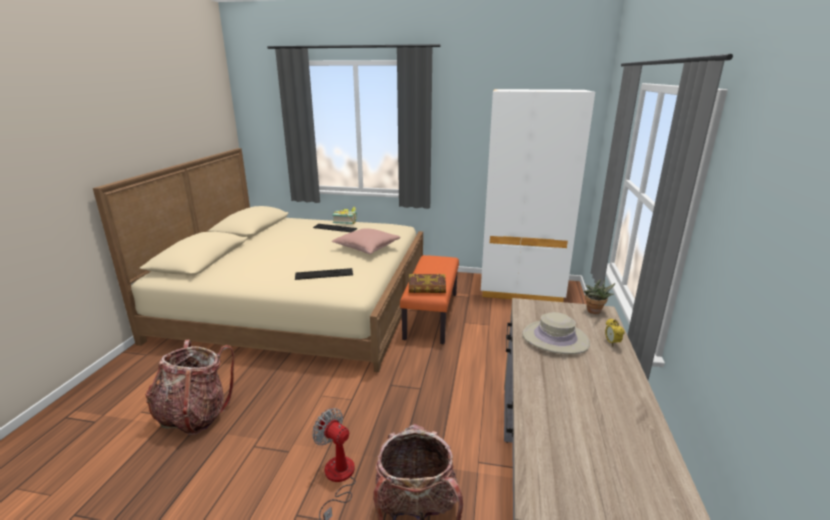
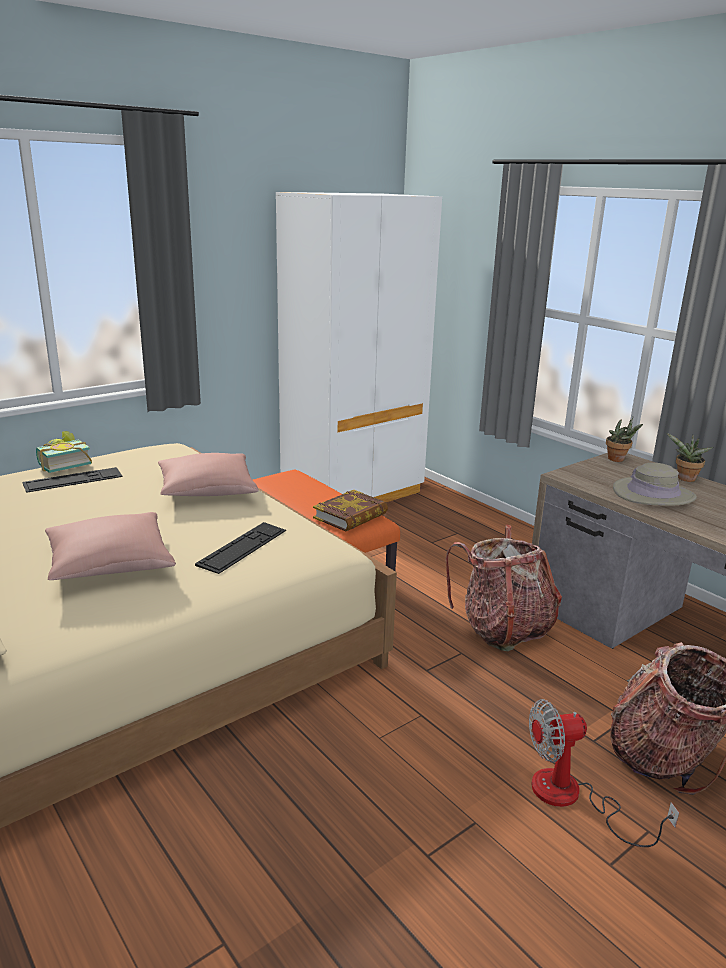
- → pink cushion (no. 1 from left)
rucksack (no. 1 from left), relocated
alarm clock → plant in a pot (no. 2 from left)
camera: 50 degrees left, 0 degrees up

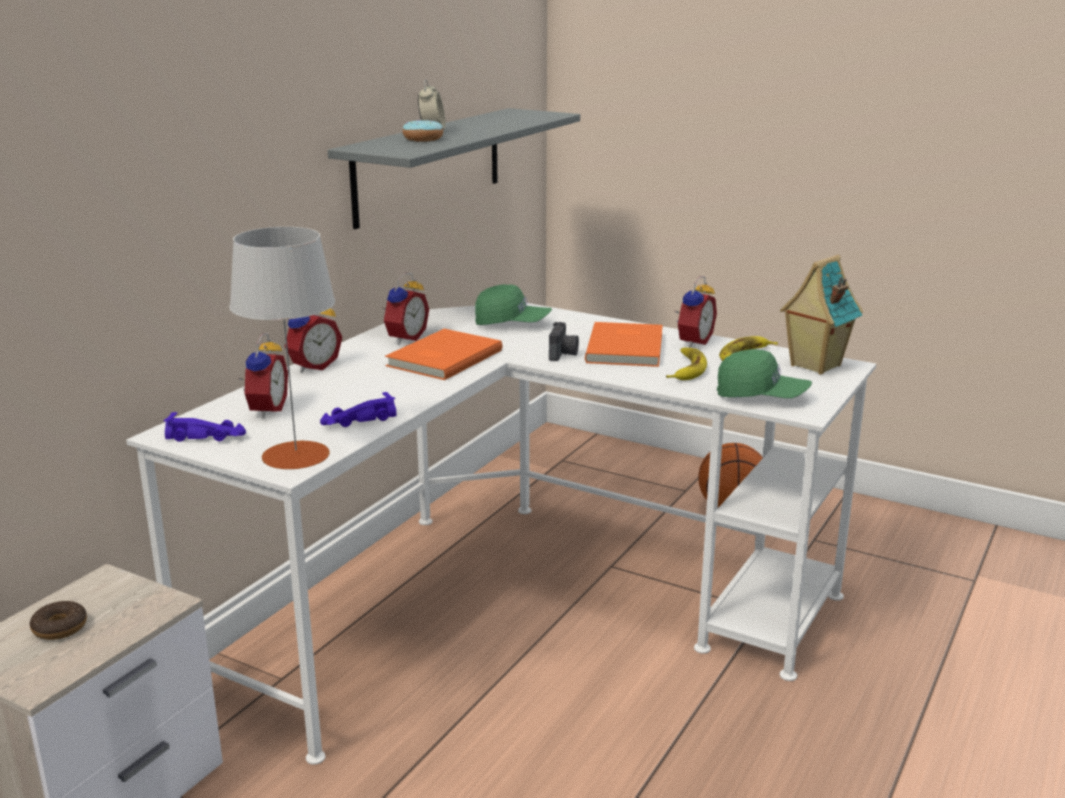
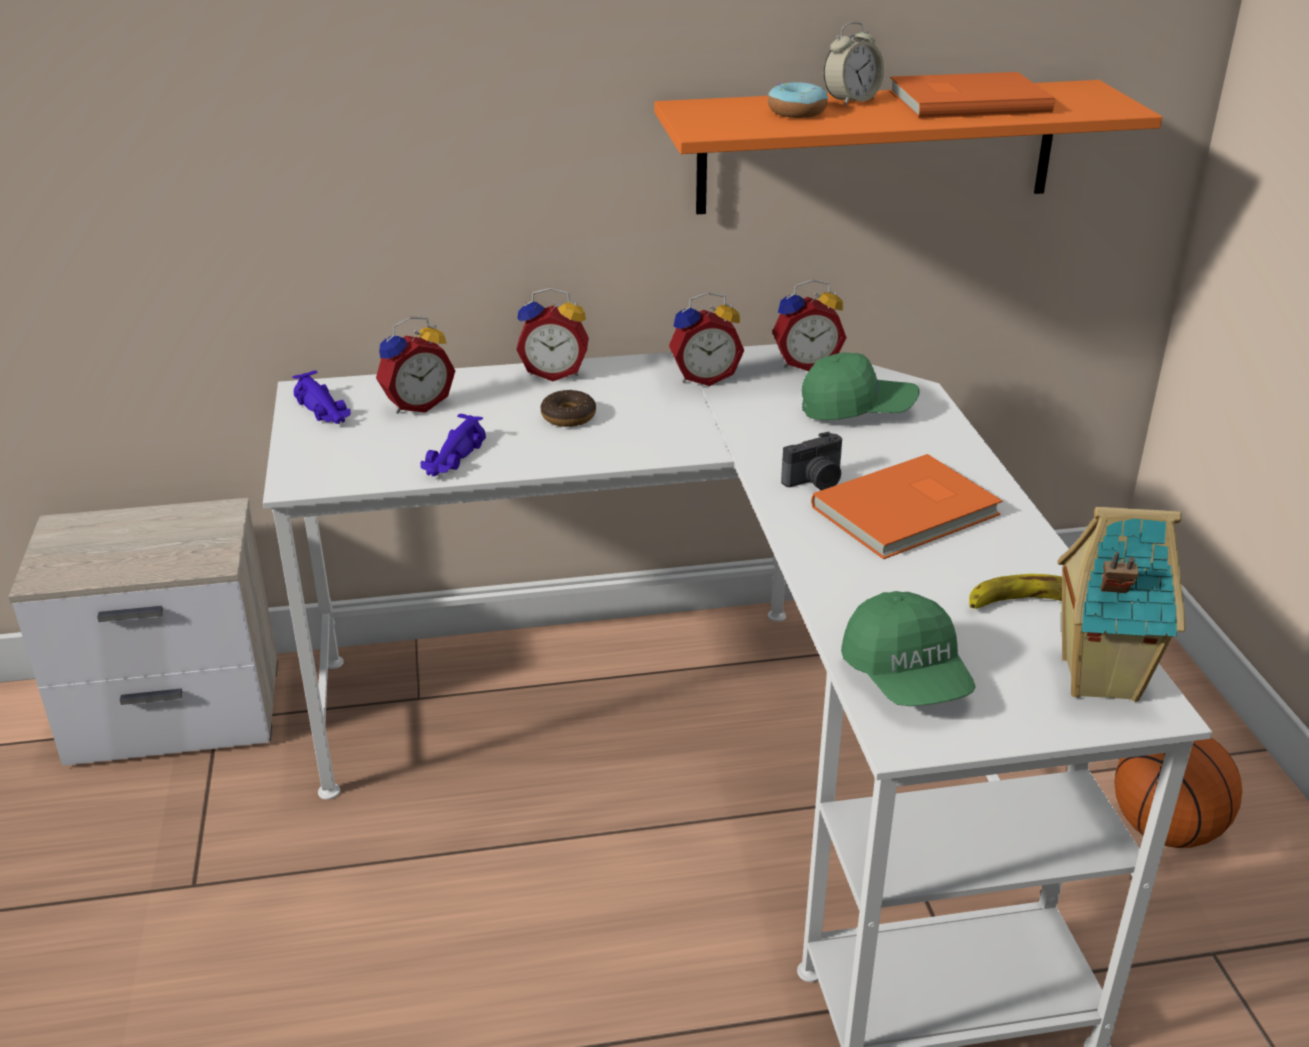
greyish lamp for a table → -
banana fruit (no. 1 from left) → -
donut (no. 1 from left), relocated
orange-coloured volume (no. 1 from left in the first image) → orange-coloured volume (no. 2 from left), relocated
alarm clock (no. 5 from left in the first image) → alarm clock (no. 4 from left), relocated
greyish shelf → orange-coloured shelf
purple model car (no. 2 from left), 90 degrees counterclockwise
green-coloured baseball cap (no. 1 from left), 60 degrees counterclockwise
camera: 50 degrees right, 10 degrees up

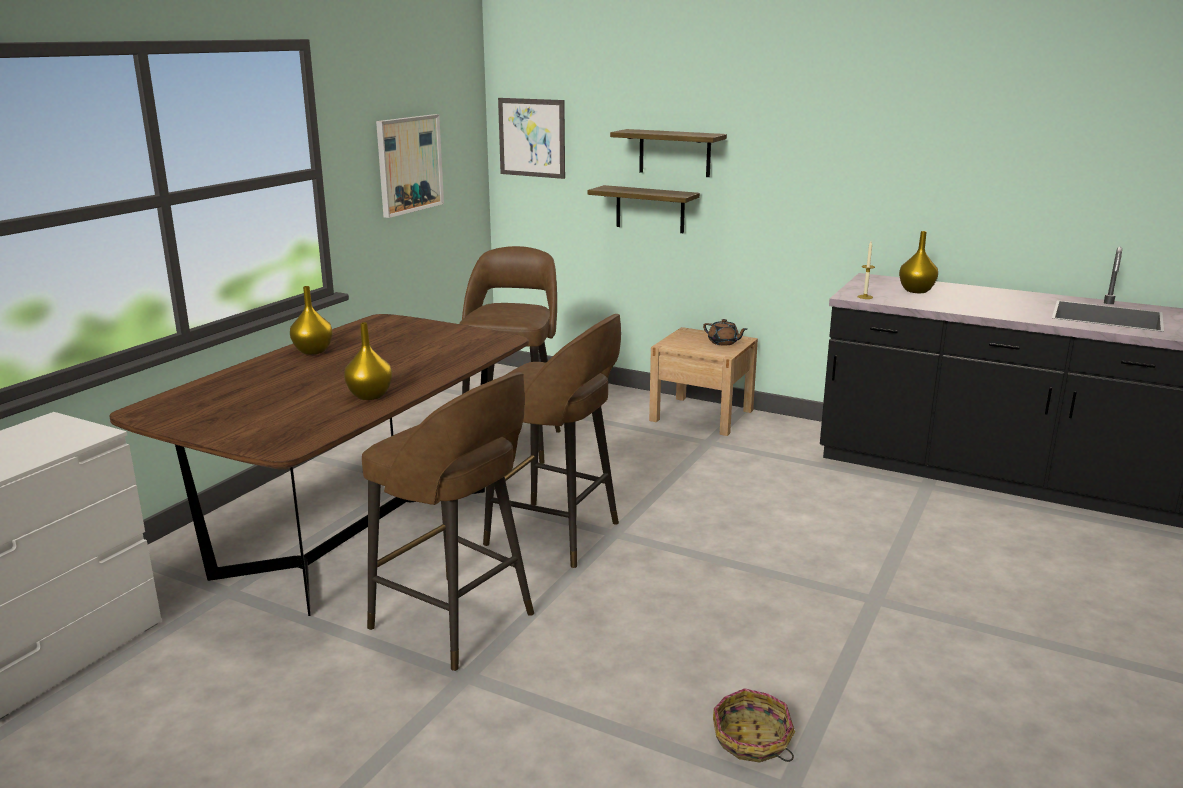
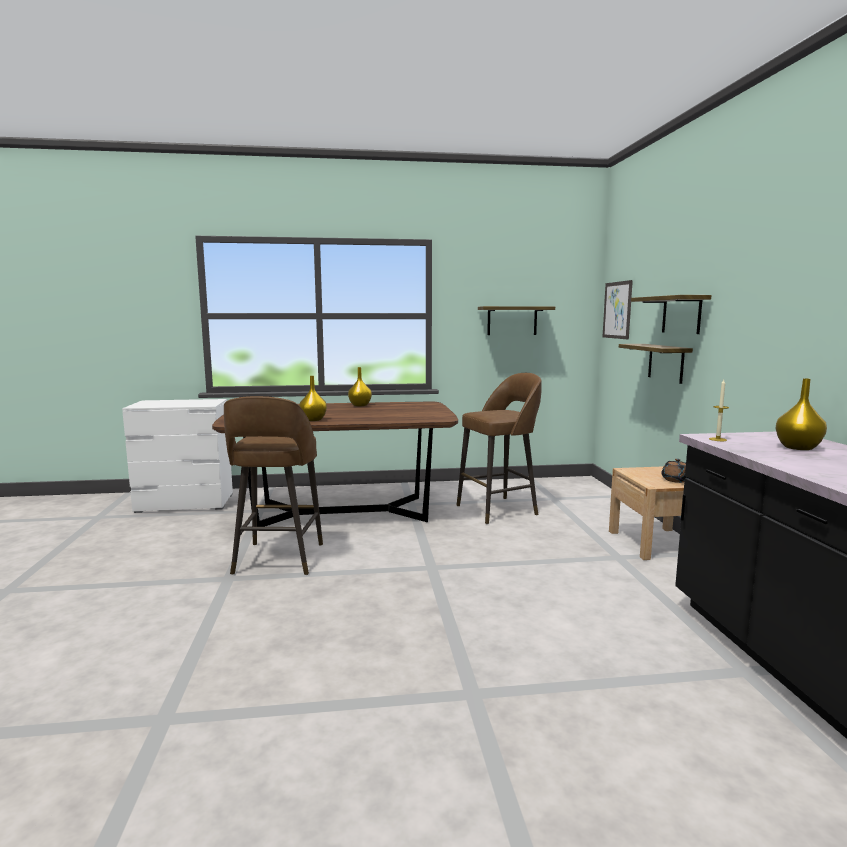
brown stool (no. 3 from left) → -
basket → -
wall picture (no. 1 from left) → shelf (no. 1 from left)
camera: 55 degrees right, 10 degrees down

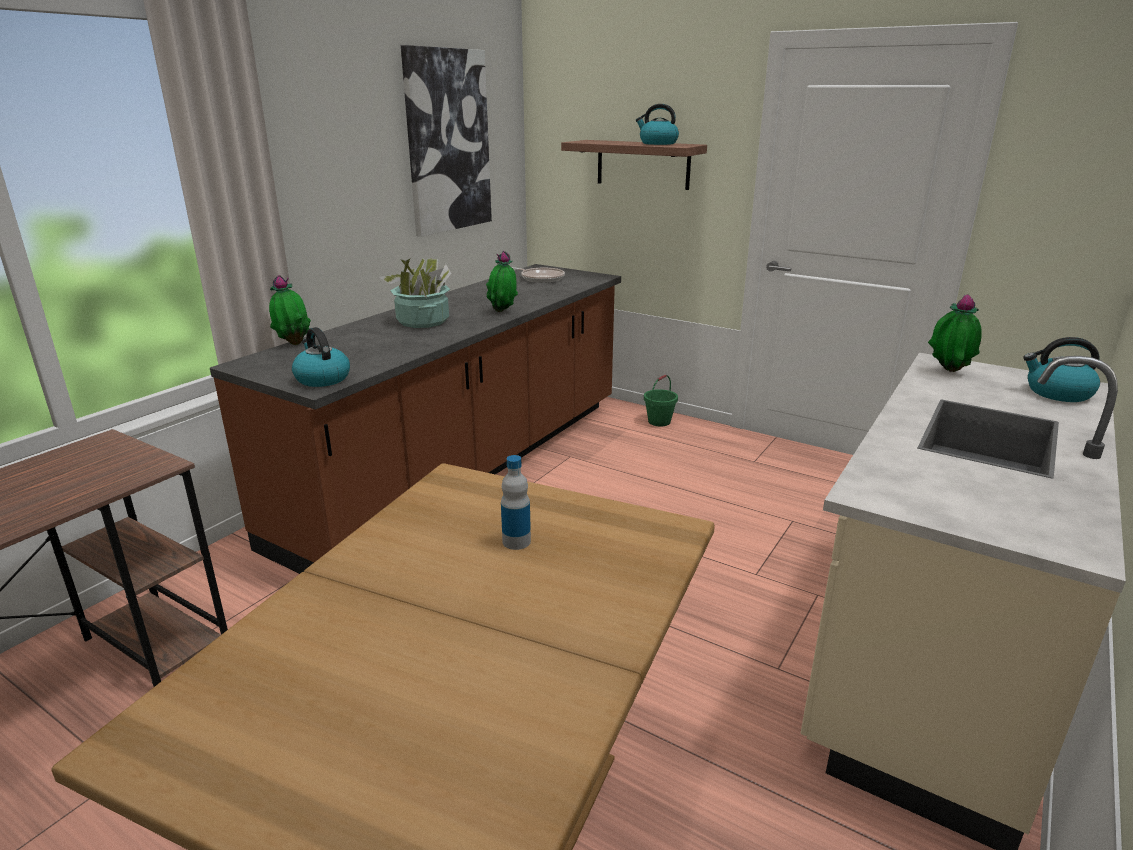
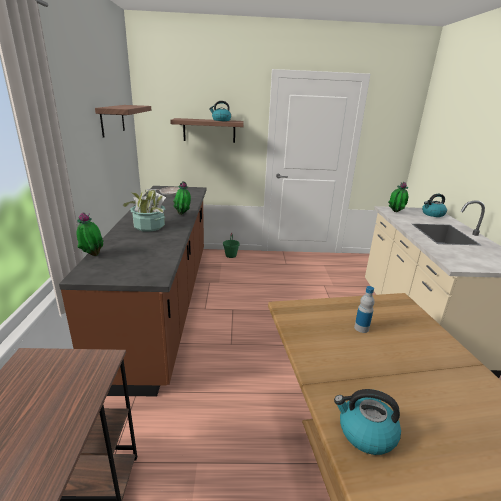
tea kettle (no. 1 from left in the first image) → tea kettle (no. 2 from left), relocated
wall picture → shelf (no. 1 from left)
camera: 35 degrees left, 0 degrees up

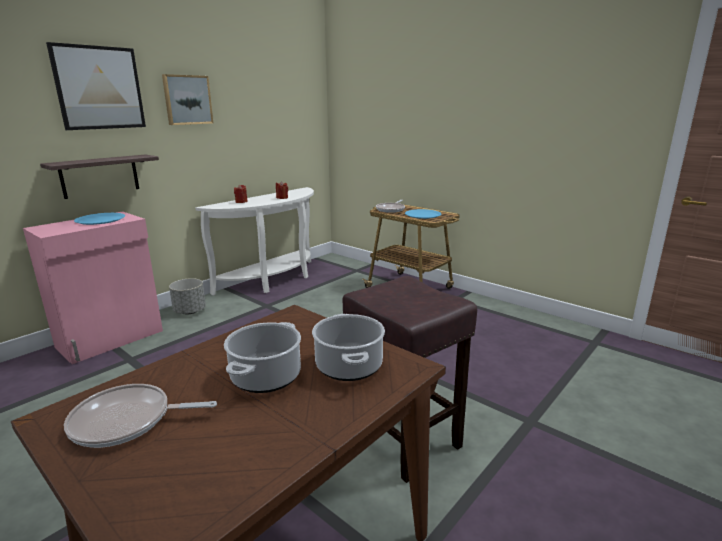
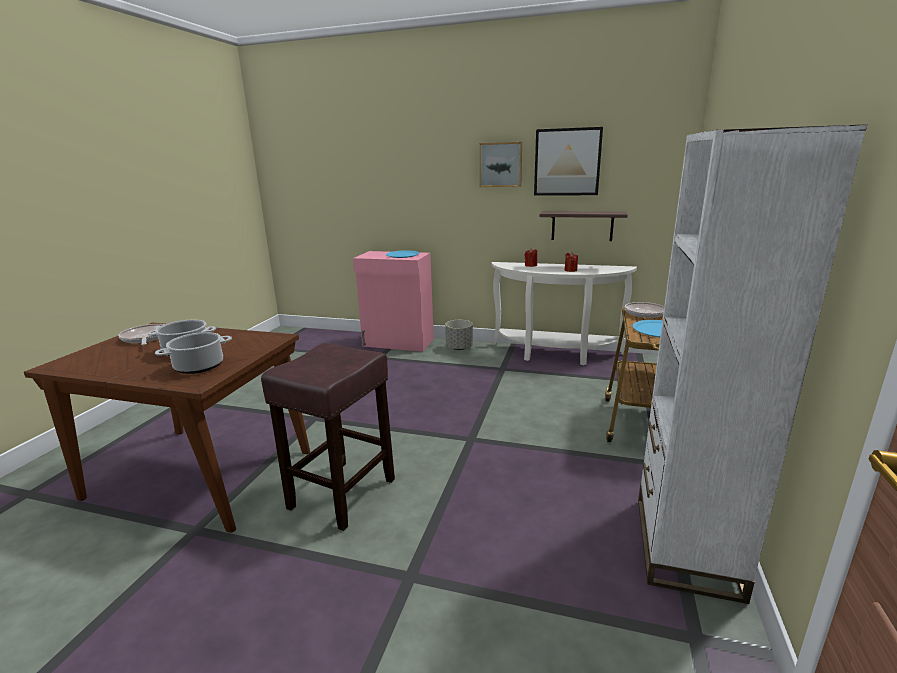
- → white-coloured shelving unit
shelf, relocated
wall picture (no. 1 from left in the first image) → wall picture (no. 2 from left), relocated
camera: 65 degrees right, 0 degrees up

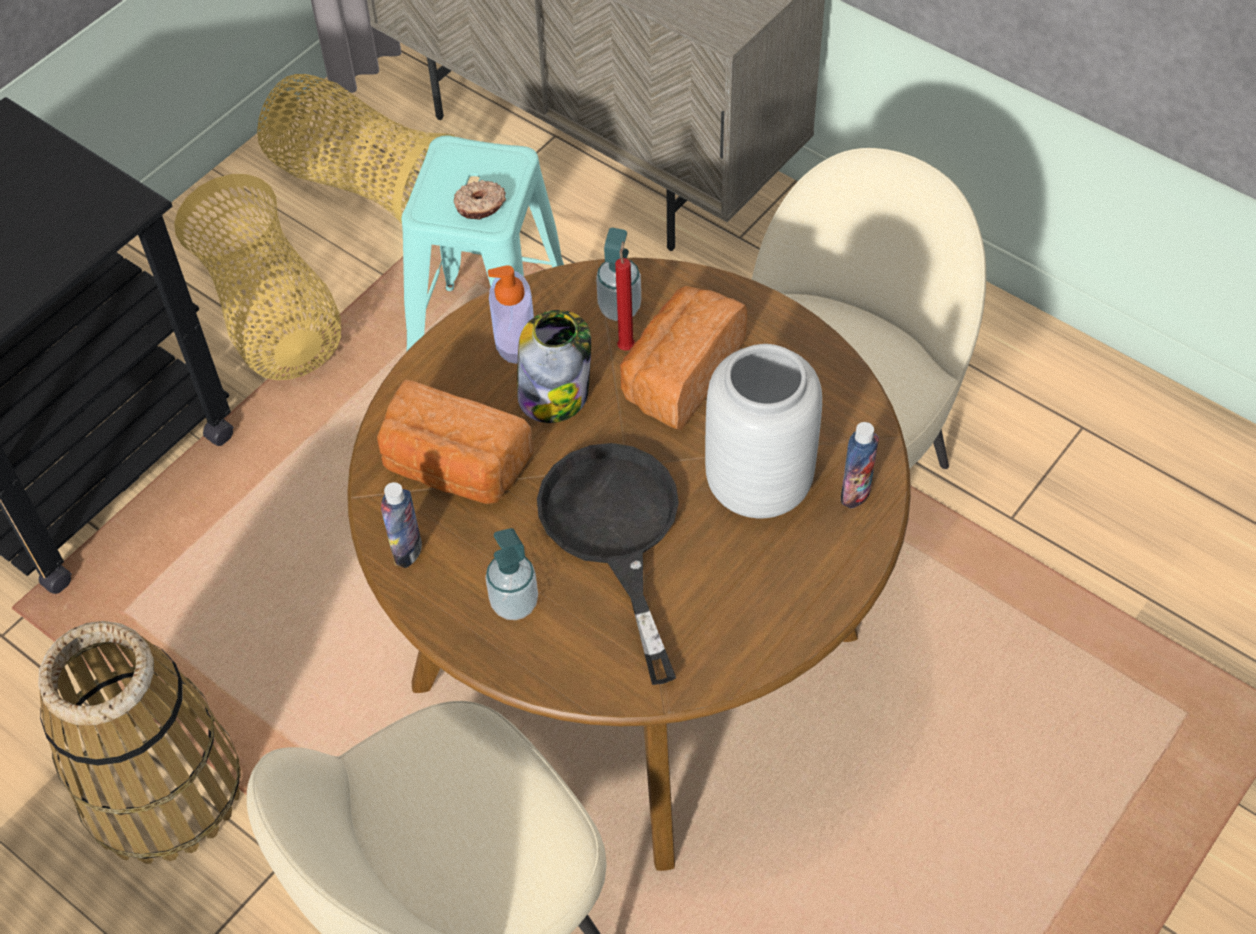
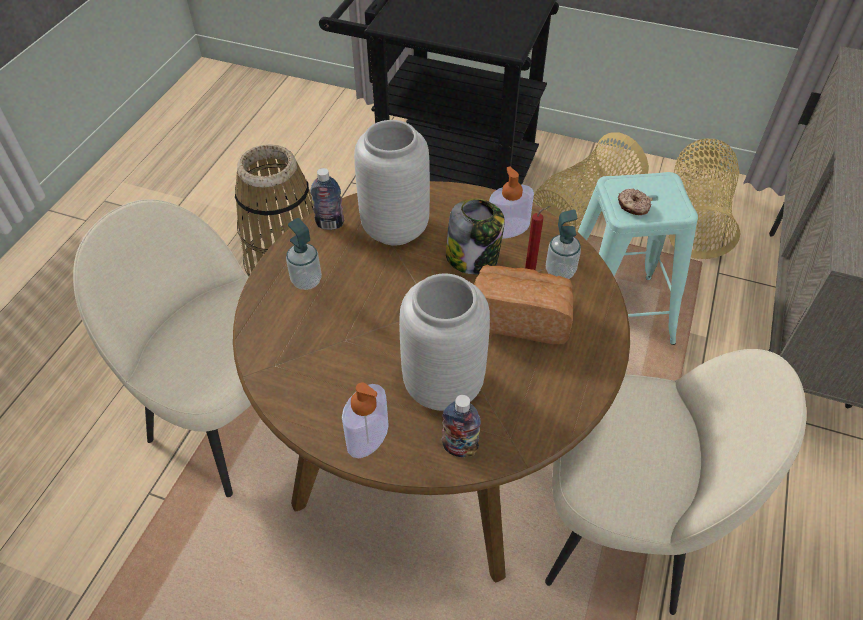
blackish pan → -
- → liquid soap bottle (no. 2 from left)
bread (no. 1 from left) → greyish decorative vase (no. 1 from left)
camera: 70 degrees right, 5 degrees down

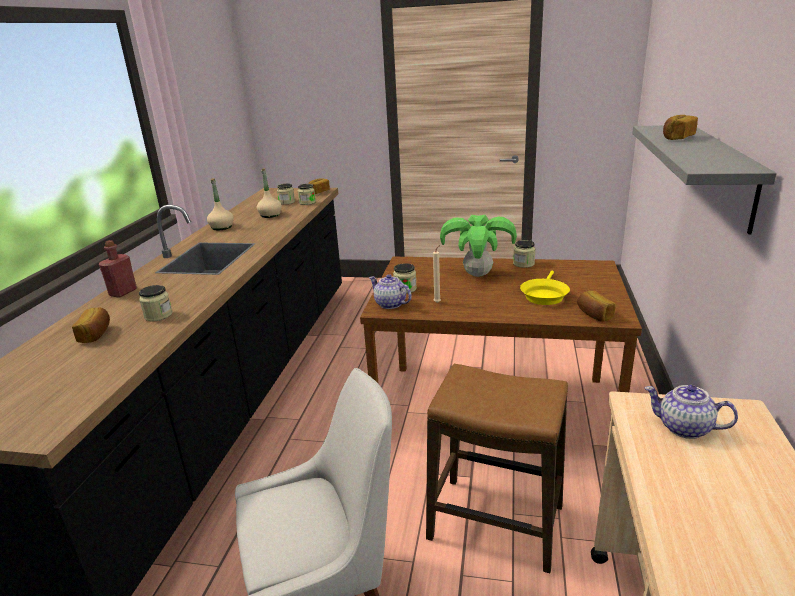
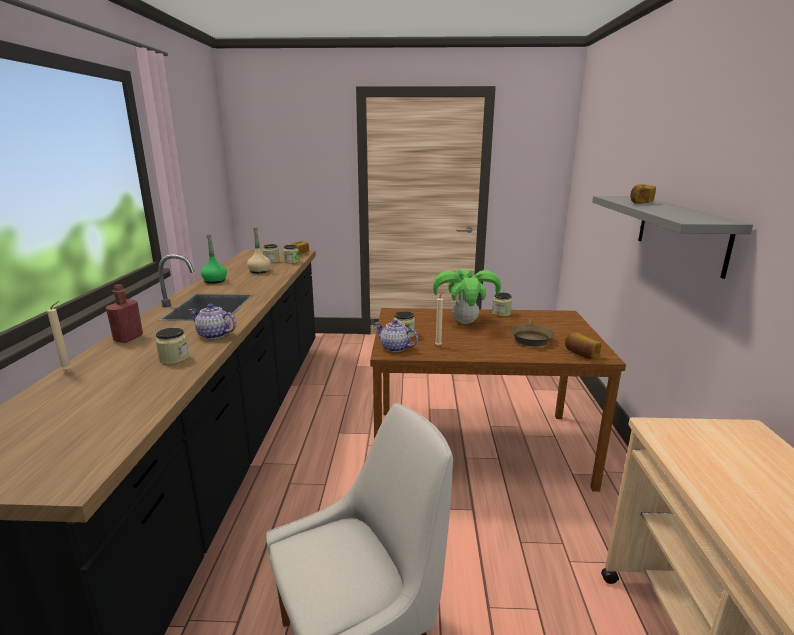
bread (no. 1 from left) → -
stool → -
- → beige wax light (no. 1 from left)
tea pot (no. 2 from left in the first image) → tea pot (no. 1 from left), relocated
beige drink bottle (no. 1 from left) → green-coloured drink bottle
yellow pan → brown pan
camera: 10 degrees left, 5 degrees down

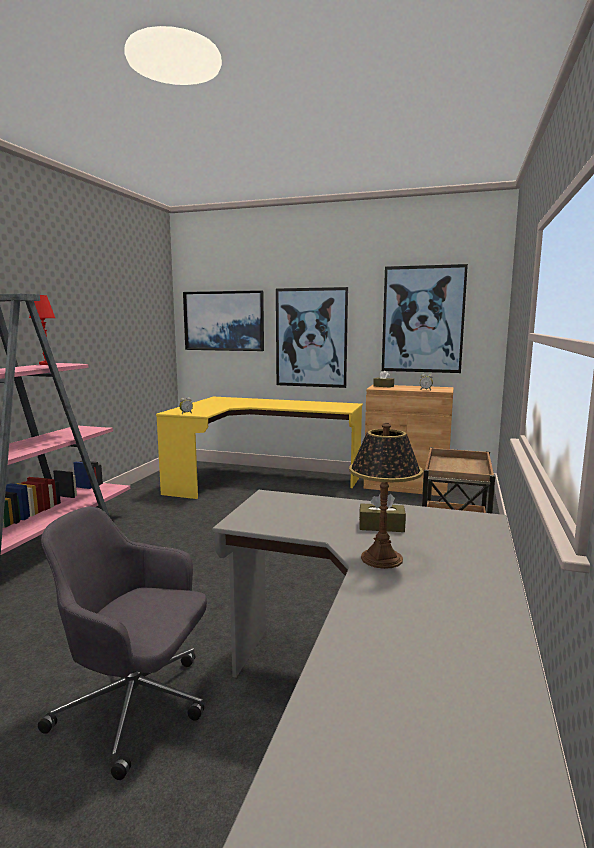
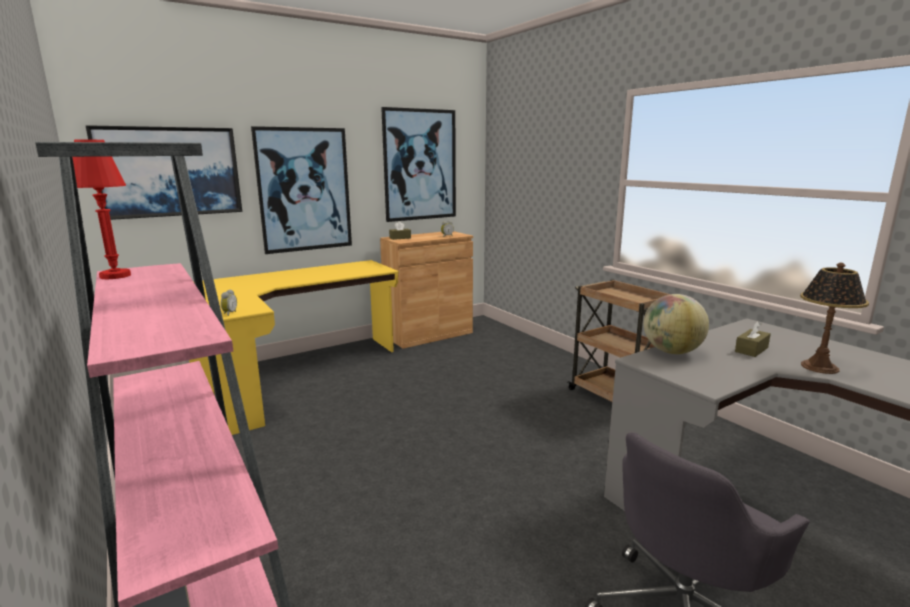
- → globe
camera: 50 degrees left, 5 degrees up

